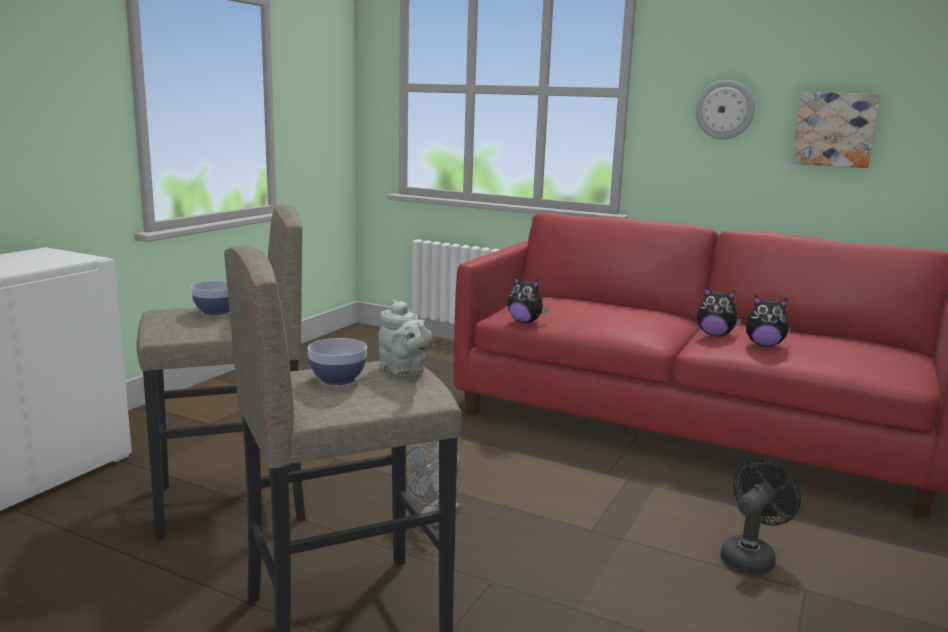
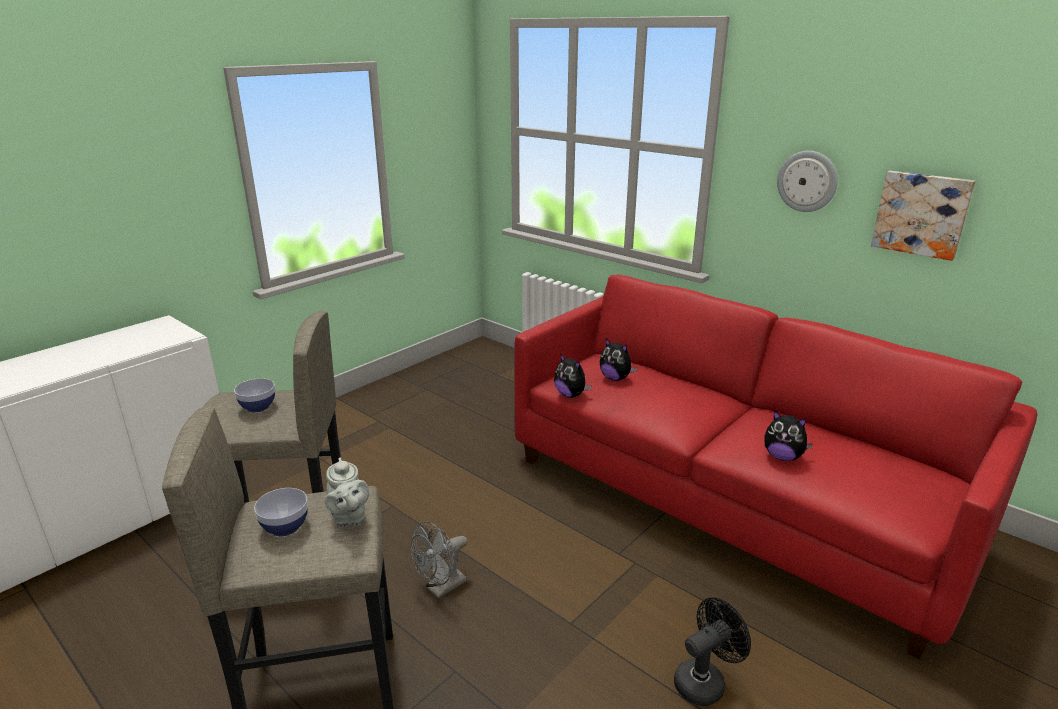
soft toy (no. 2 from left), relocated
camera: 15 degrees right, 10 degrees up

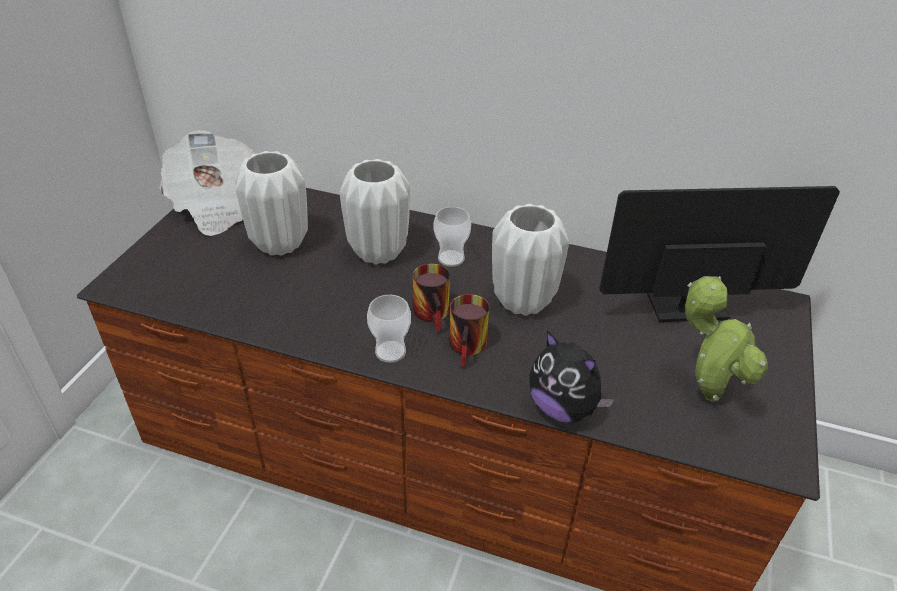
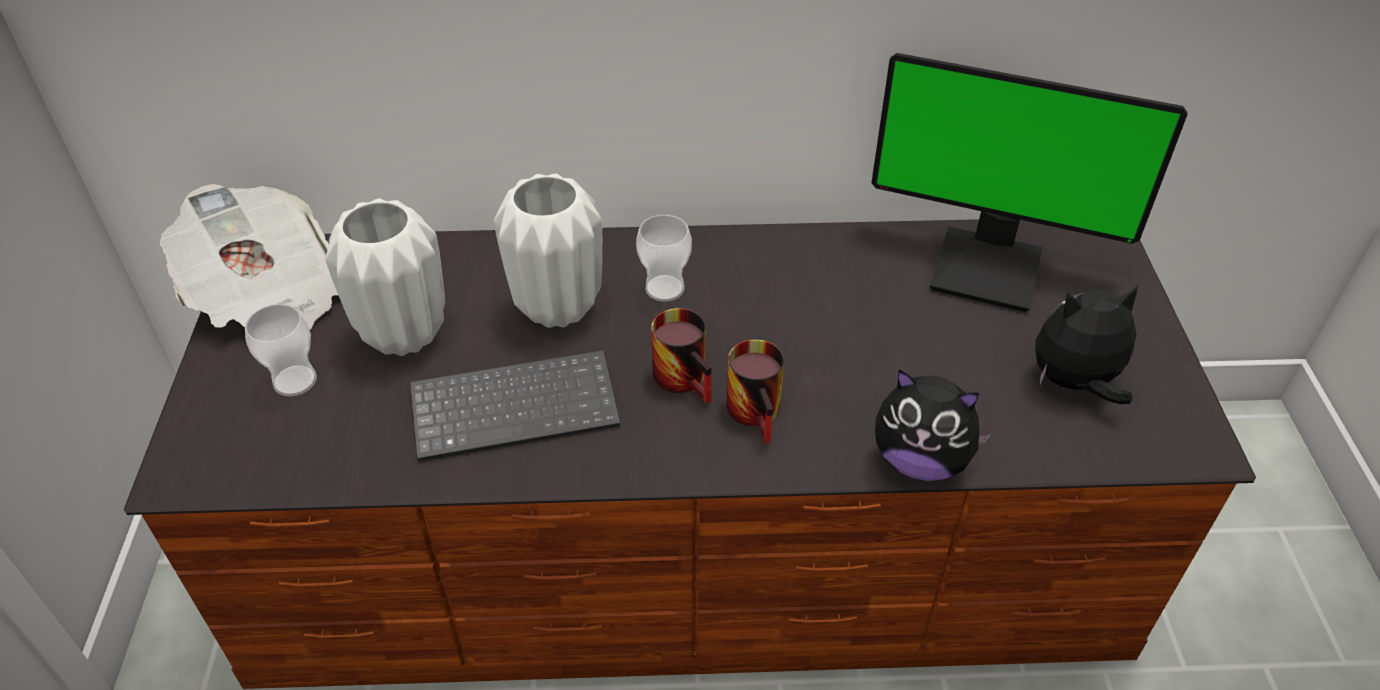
white-coloured decorative vase (no. 3 from left) → -
- → PC keyboard
drinking cup (no. 1 from left), relocated
plant in a pot → soft toy (no. 2 from left)
monitor, 135 degrees counterclockwise
camera: 20 degrees left, 5 degrees up

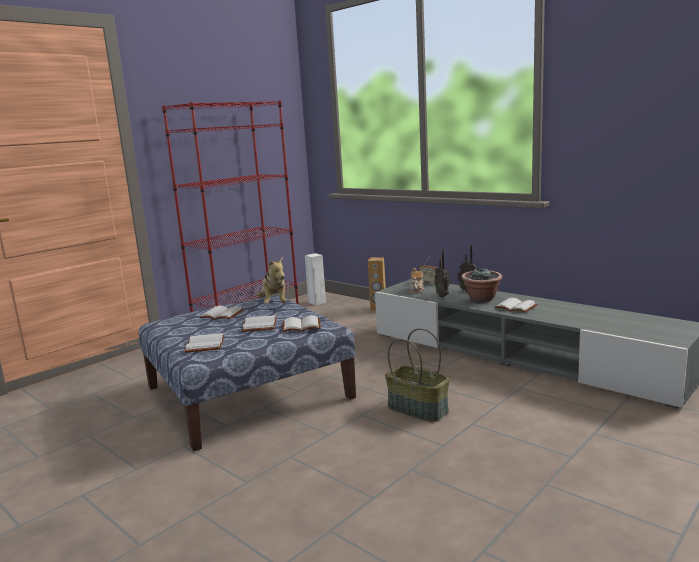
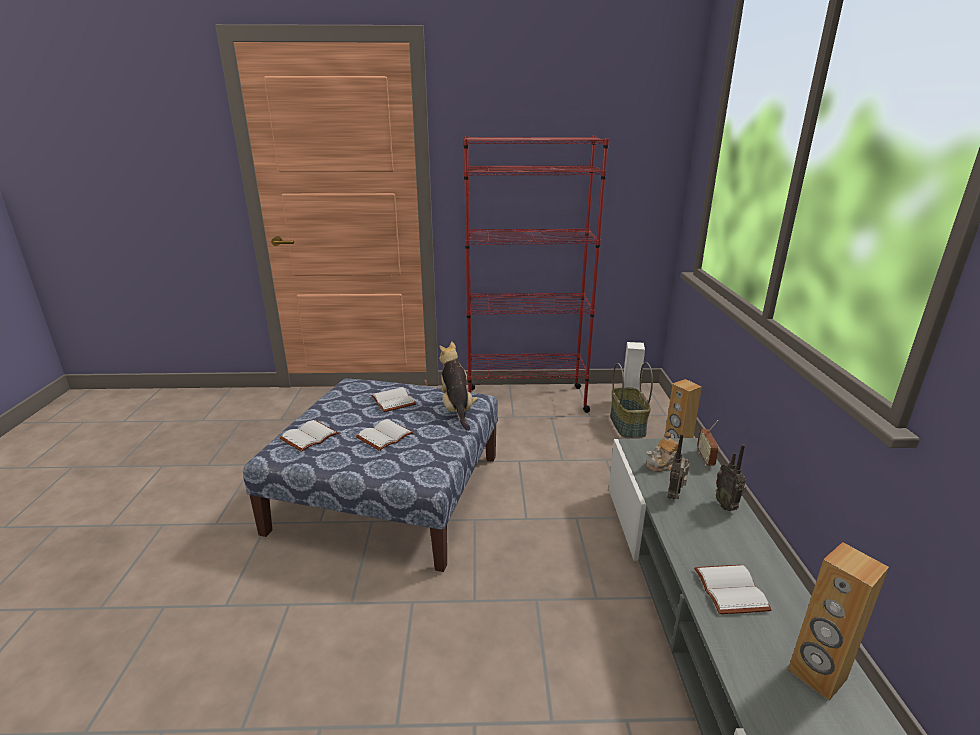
white-coloured volume (no. 4 from left) → -
plant in a pot → -
- → brown audio speaker (no. 2 from left)
basket, relocated
soft toy, 135 degrees clockwise
camera: 45 degrees right, 10 degrees up

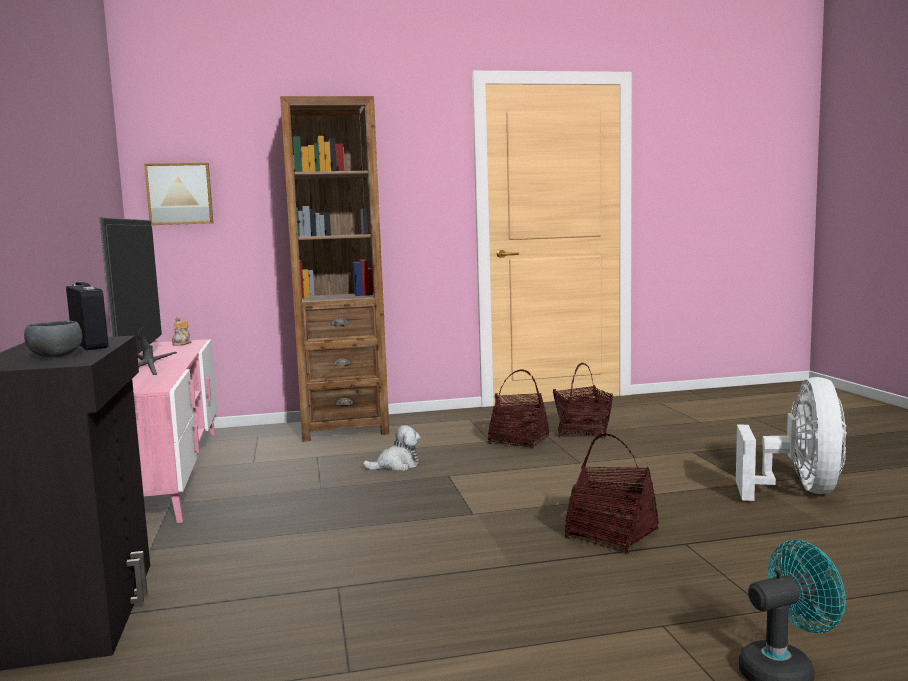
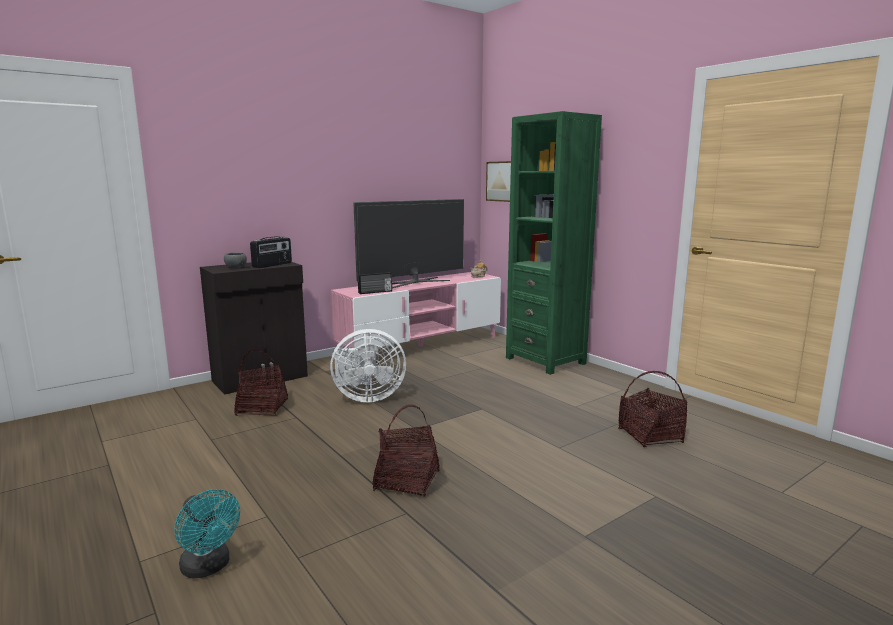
soft toy → -
- → radio set (no. 2 from left)
basket (no. 1 from left), relocated
white-coloured fan, relocated
brown shelving unit → green-coloured shelving unit
camera: 65 degrees right, 5 degrees up

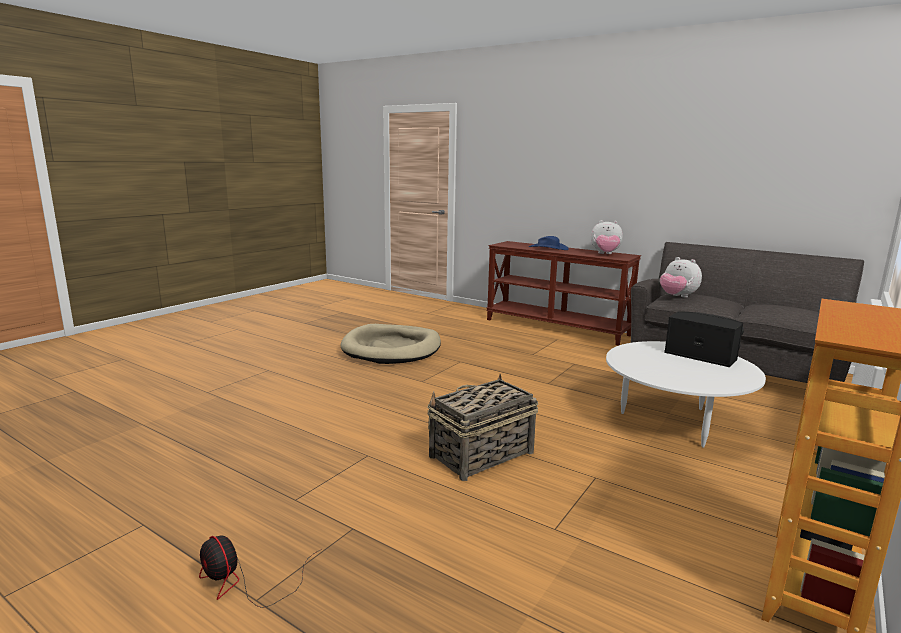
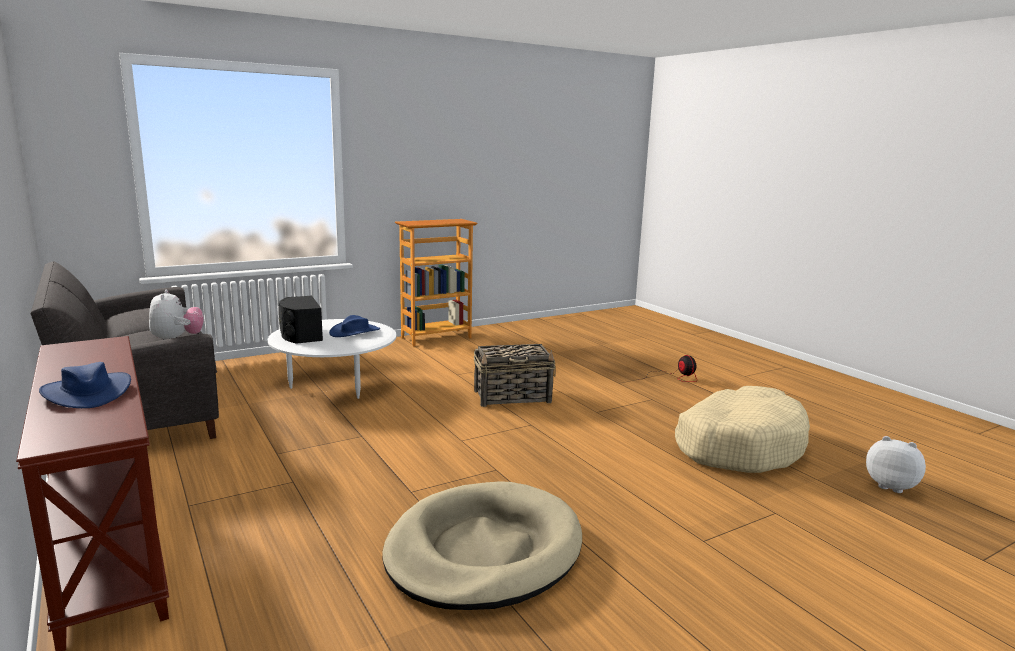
- → blue-coloured wearable hat (no. 2 from left)
- → beige dog bed (no. 2 from left)
soft toy (no. 1 from left in the first image) → soft toy (no. 2 from left), relocated
camera: 155 degrees left, 0 degrees up

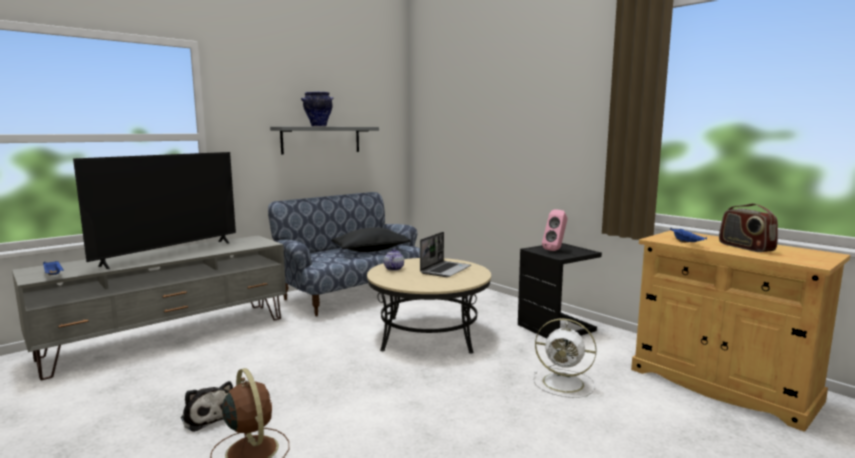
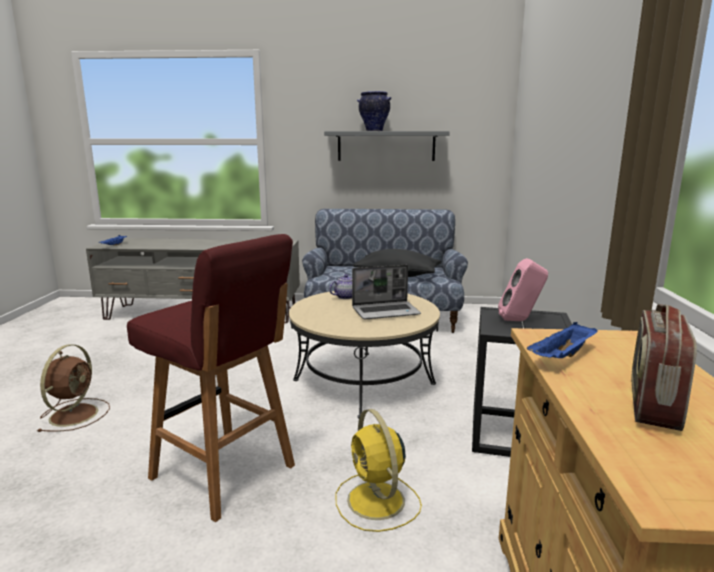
TV → -
soft toy → -
- → red stool
white-coloured fan → yellow fan
camera: 45 degrees right, 5 degrees up

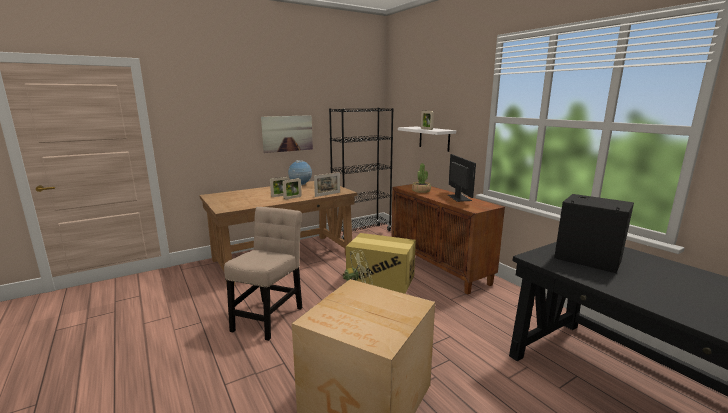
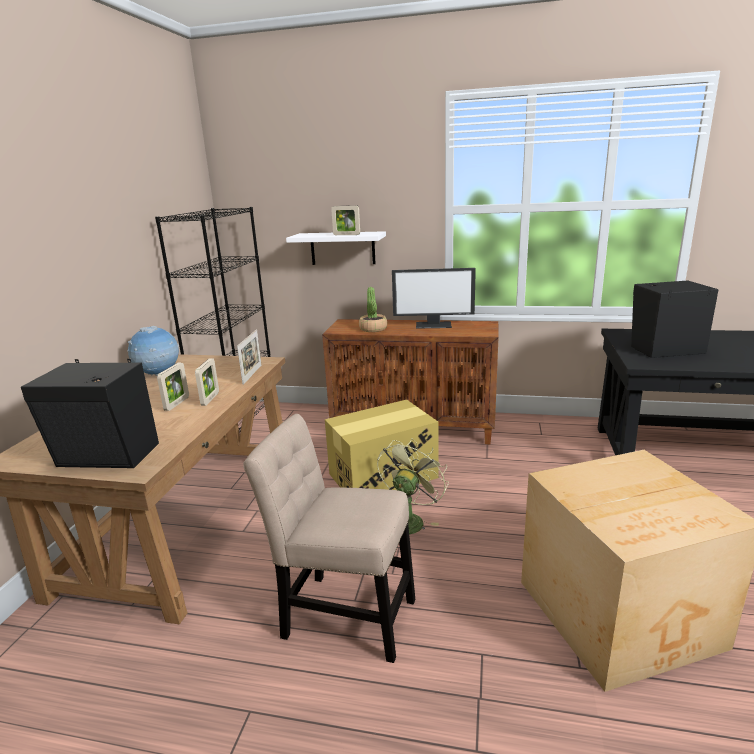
wall picture → -
- → blackish audio speaker (no. 1 from left)
beige upright chair, 45 degrees counterclockwise
monitor, 150 degrees clockwise
camera: 45 degrees left, 5 degrees up

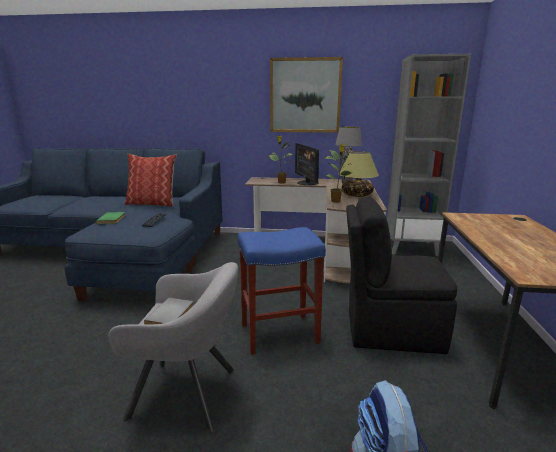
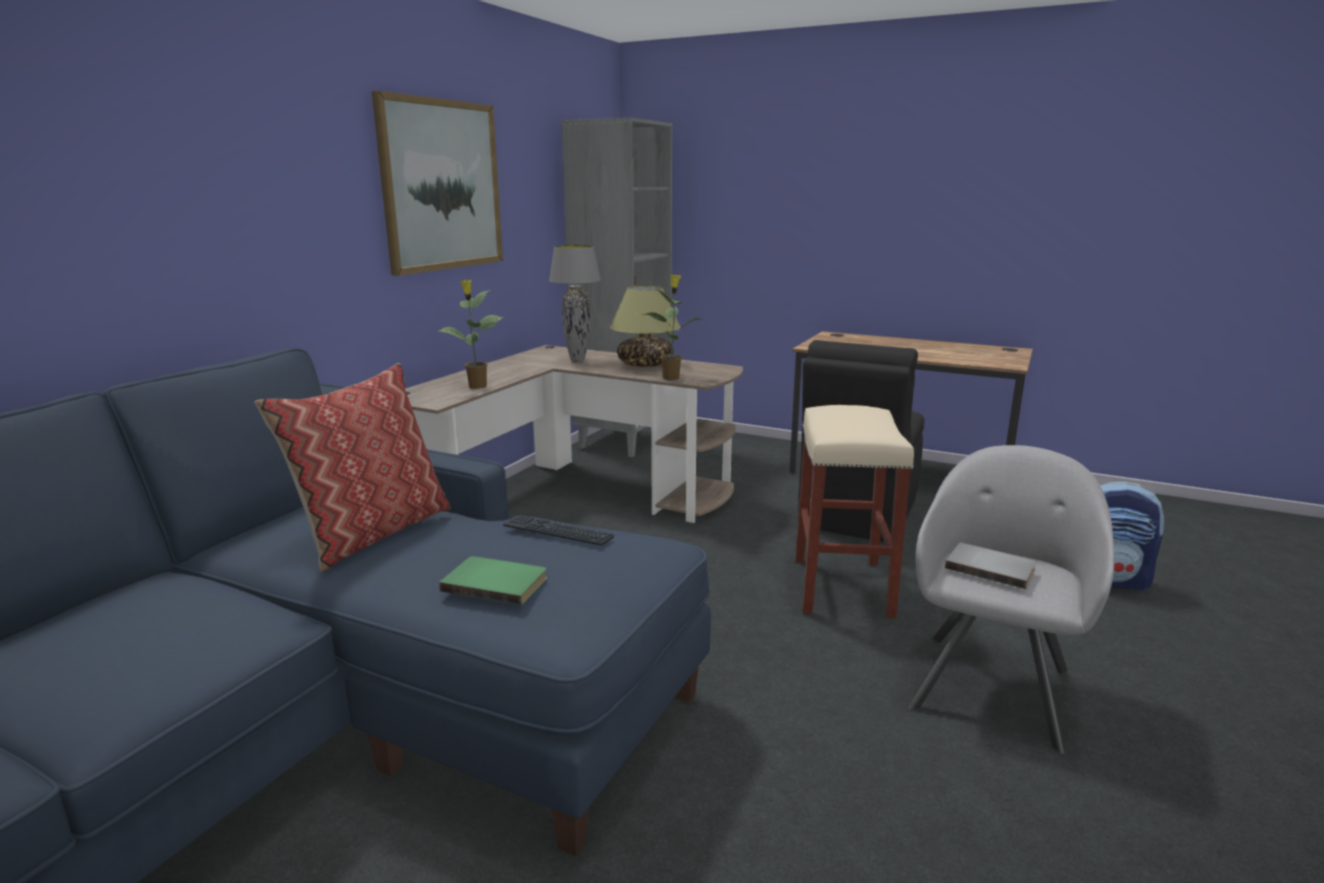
monitor → -
blue-coloured stool → beige stool
camera: 70 degrees left, 0 degrees up

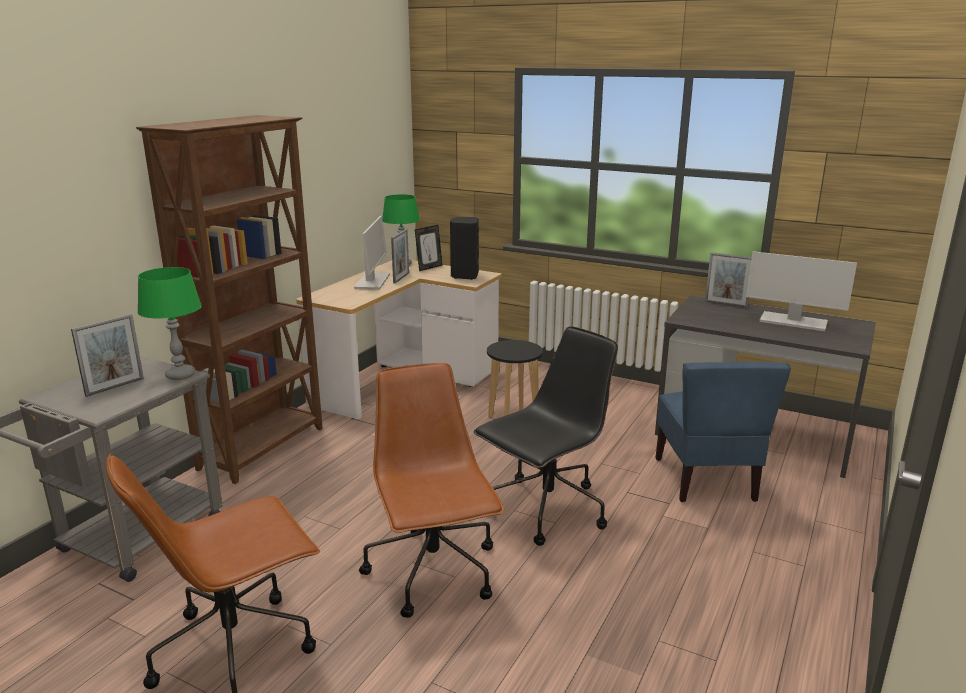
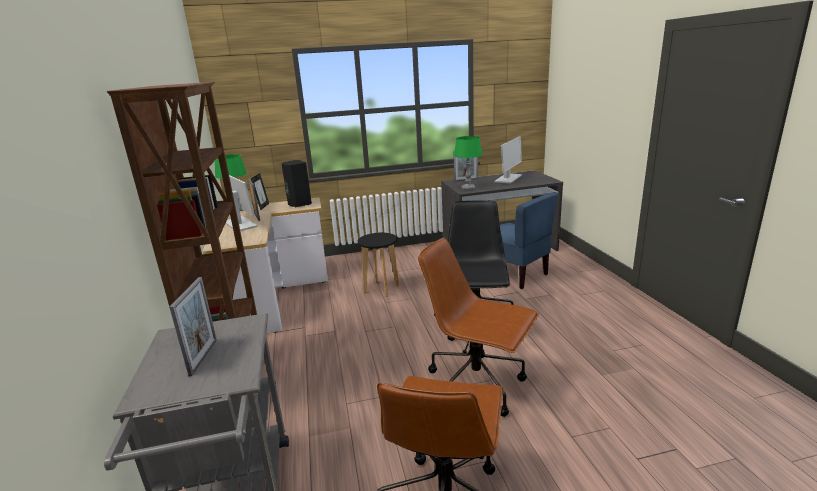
green-coloured lamp for a table (no. 1 from left in the first image) → green-coloured lamp for a table (no. 2 from left), relocated
monitor (no. 2 from left), 45 degrees counterclockwise
camera: 40 degrees left, 0 degrees up

